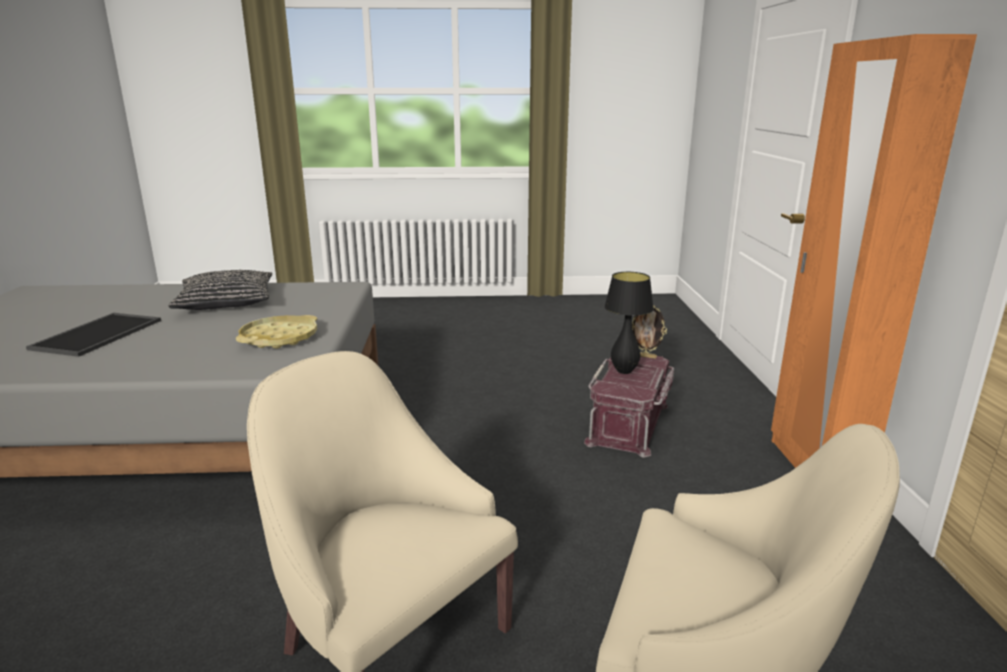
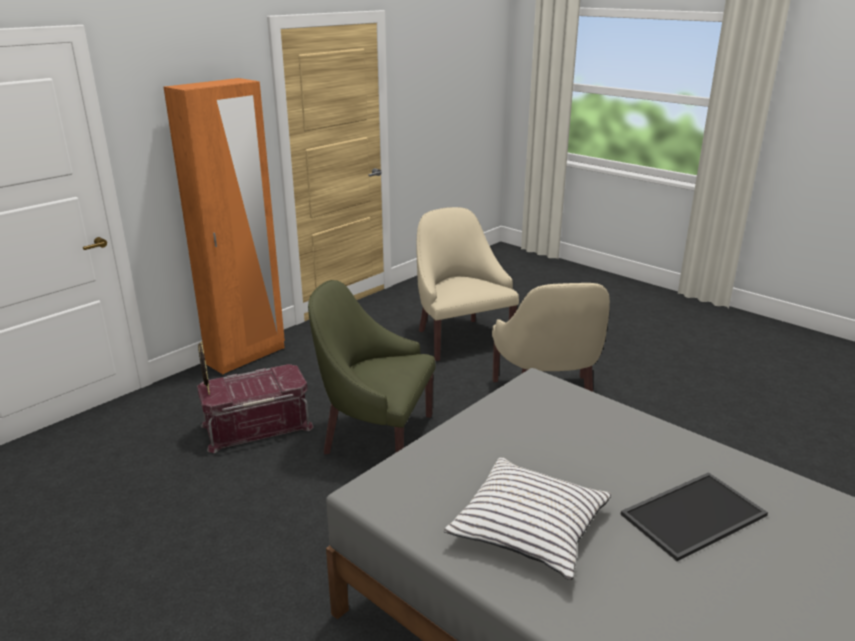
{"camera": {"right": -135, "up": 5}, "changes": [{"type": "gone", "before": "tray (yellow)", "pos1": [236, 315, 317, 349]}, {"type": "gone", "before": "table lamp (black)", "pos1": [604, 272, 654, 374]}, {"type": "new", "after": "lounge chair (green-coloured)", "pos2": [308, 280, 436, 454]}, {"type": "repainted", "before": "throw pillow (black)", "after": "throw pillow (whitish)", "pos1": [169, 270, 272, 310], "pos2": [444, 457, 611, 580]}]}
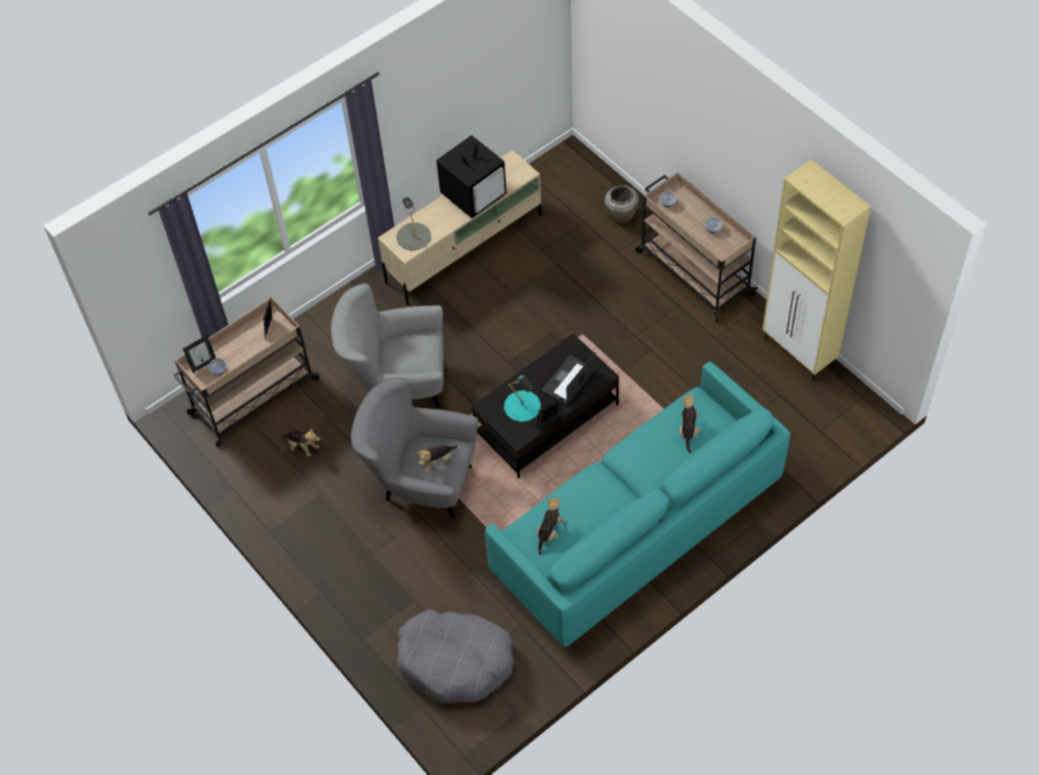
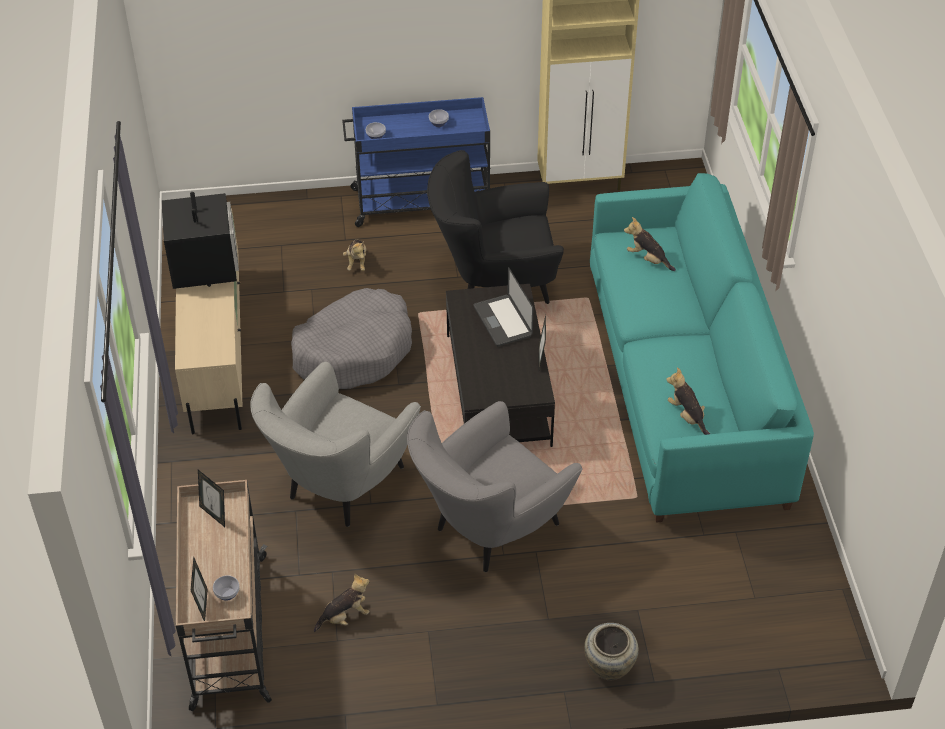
{"camera": {"right": -60, "up": -10}, "changes": [{"type": "gone", "before": "table lamp (greyish)", "pos1": [396, 197, 431, 251]}, {"type": "gone", "before": "table lamp (turquoise)", "pos1": [504, 375, 541, 422]}, {"type": "new", "after": "lounge chair (black)", "pos2": [427, 150, 564, 304]}, {"type": "shifted", "before": "dog bed (greyish)", "pos1": [397, 609, 514, 703], "pos2": [291, 288, 412, 389]}, {"type": "shifted", "before": "plush toy", "pos1": [417, 445, 457, 473], "pos2": [343, 240, 366, 271]}, {"type": "shifted", "before": "flower vase (sand-coloured)", "pos1": [605, 185, 639, 223], "pos2": [584, 623, 639, 680]}, {"type": "repainted", "before": "wheeled cart (sand-coloured)", "after": "wheeled cart (bluish)", "pos1": [635, 172, 758, 322], "pos2": [342, 97, 491, 227]}]}
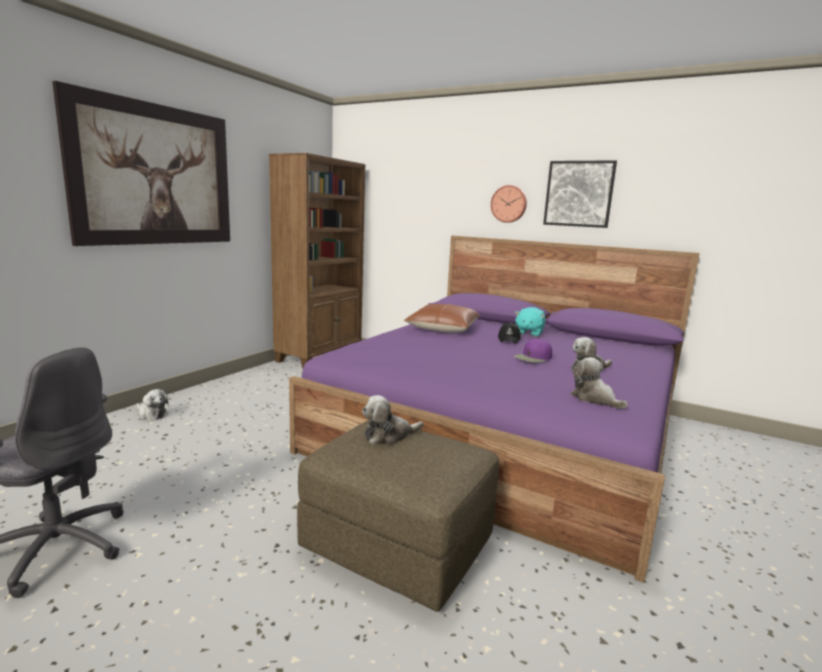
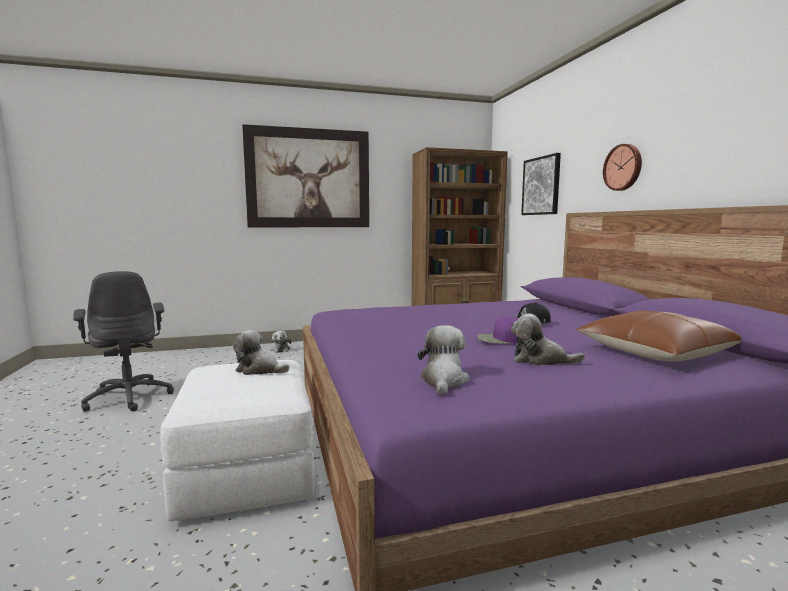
{"camera": {"right": 45, "up": -5}, "changes": [{"type": "gone", "before": "plush toy (turquoise)", "pos1": [515, 307, 545, 337]}, {"type": "shifted", "before": "throw pillow (brown)", "pos1": [404, 304, 480, 333], "pos2": [576, 311, 741, 361]}, {"type": "shifted", "before": "picture", "pos1": [543, 160, 617, 228], "pos2": [521, 153, 561, 215]}, {"type": "repainted", "before": "pouffe (brown)", "after": "pouffe (whitish)", "pos1": [297, 420, 499, 612], "pos2": [160, 360, 314, 521]}]}
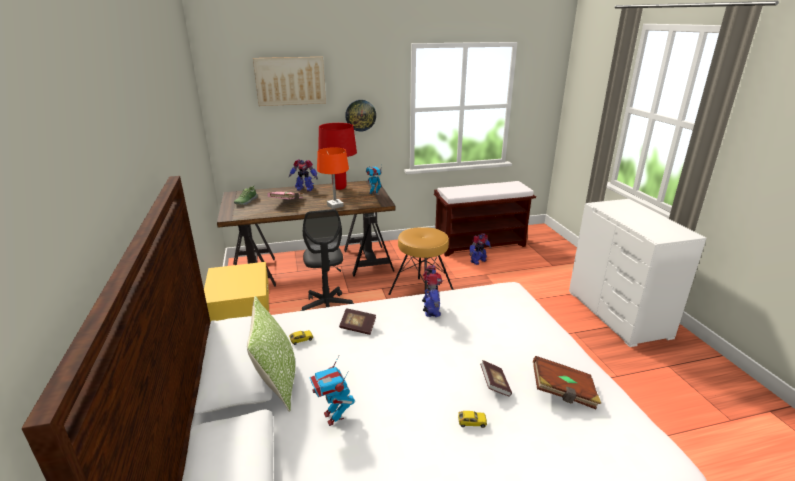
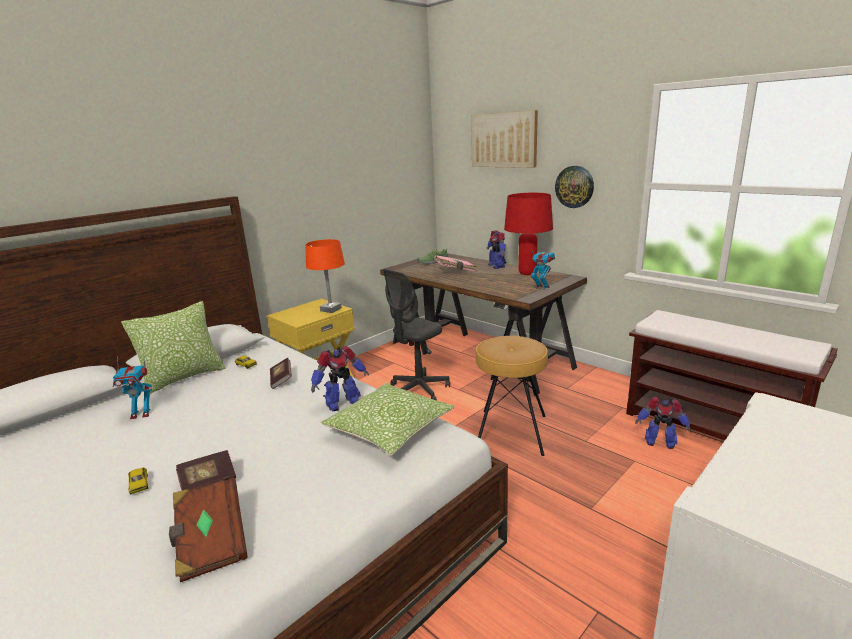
{"camera": {"right": 60, "up": -5}, "changes": [{"type": "new", "after": "throw pillow", "pos2": [321, 383, 455, 456]}, {"type": "shifted", "before": "table lamp (orangey)", "pos1": [317, 147, 349, 209], "pos2": [305, 239, 345, 313]}, {"type": "rotated", "before": "toy robot", "pos1": [309, 356, 355, 426], "pos2": [113, 353, 152, 419], "turn": -135}]}
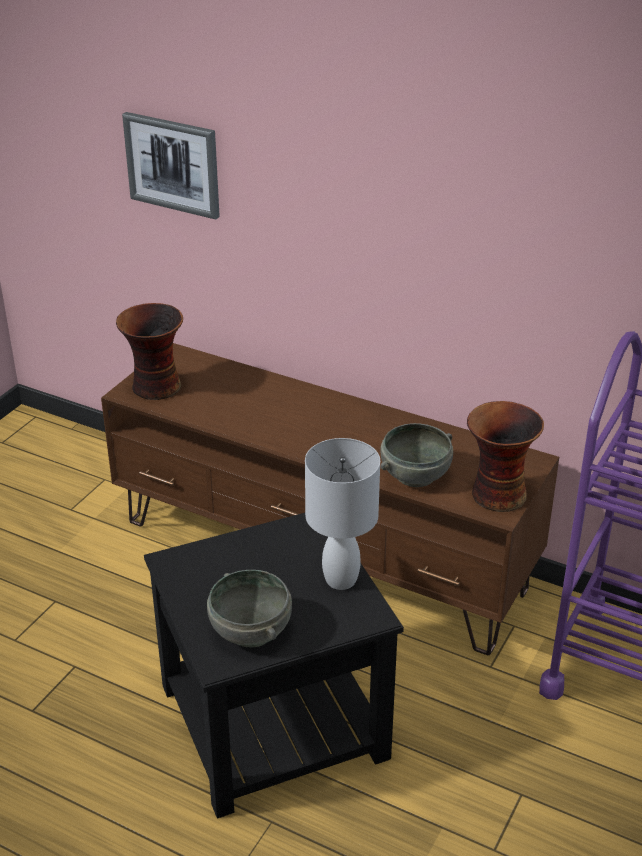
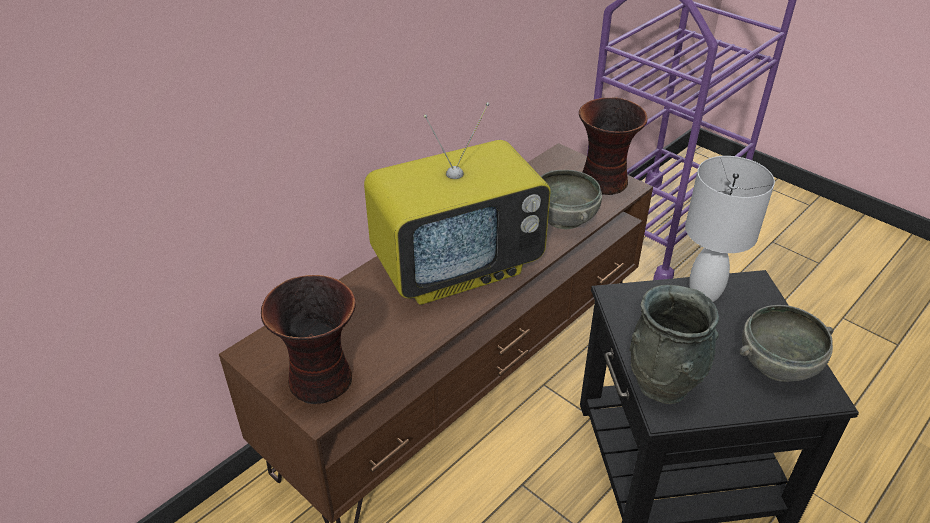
{"camera": {"right": -75, "up": 5}, "changes": [{"type": "gone", "before": "picture", "pos1": [122, 112, 220, 220]}, {"type": "new", "after": "television", "pos2": [364, 102, 551, 305]}, {"type": "new", "after": "flower vase (greyish)", "pos2": [629, 285, 719, 404]}]}
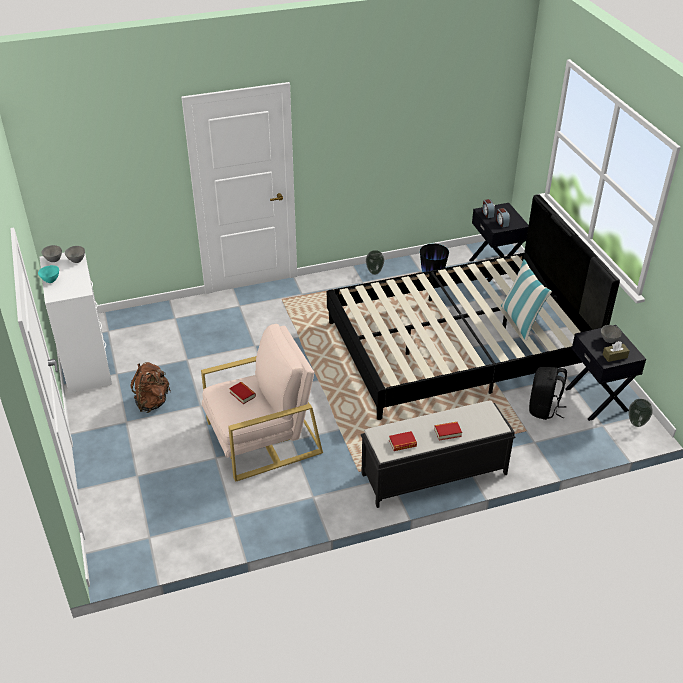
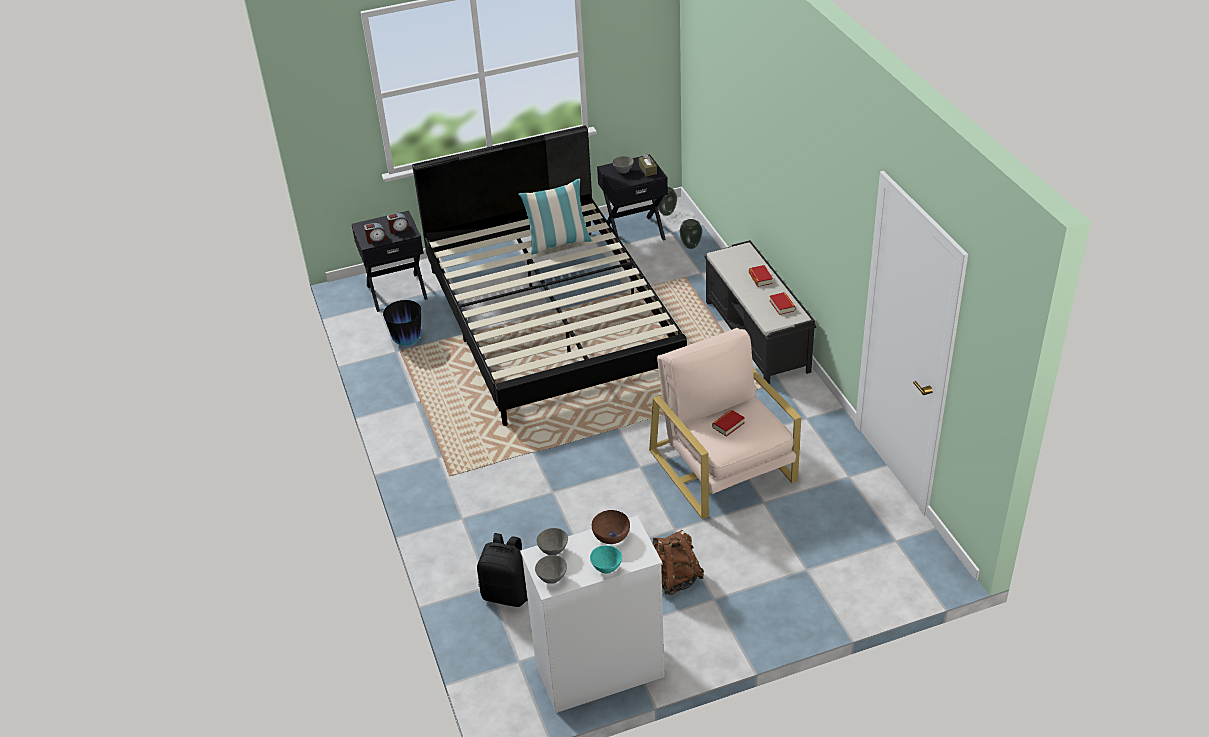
{"camera": {"right": -90, "up": 0}, "changes": [{"type": "new", "after": "serving bowl (brown)", "pos2": [592, 510, 630, 544]}, {"type": "shifted", "before": "flower vase", "pos1": [366, 250, 384, 275], "pos2": [679, 219, 703, 249]}, {"type": "shifted", "before": "rucksack (black)", "pos1": [529, 367, 567, 420], "pos2": [477, 533, 528, 607]}]}
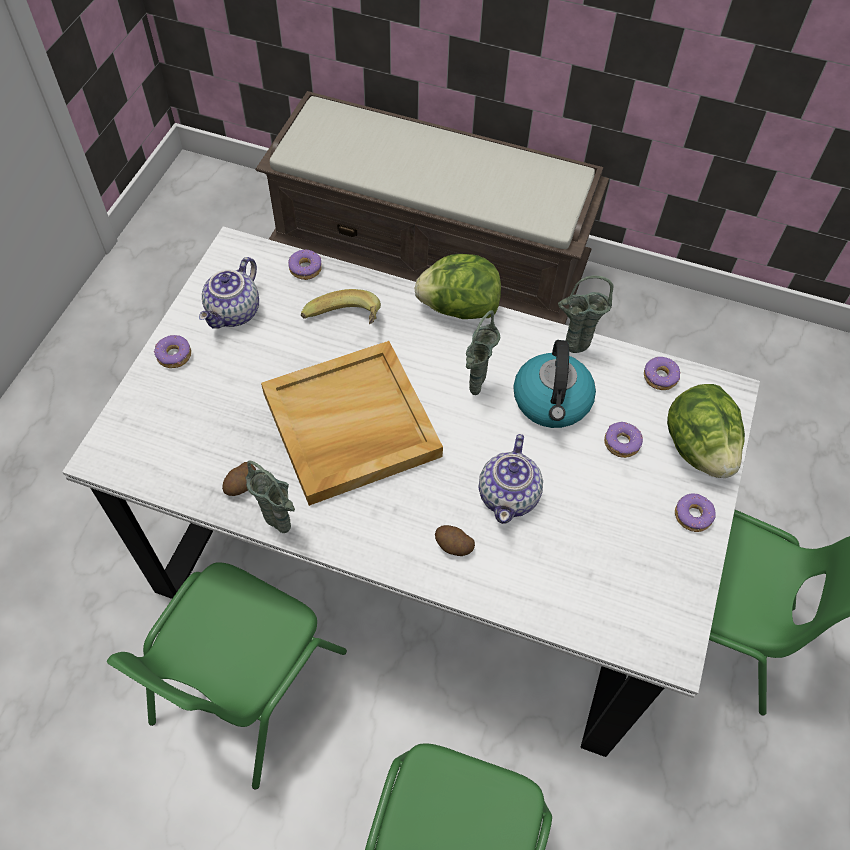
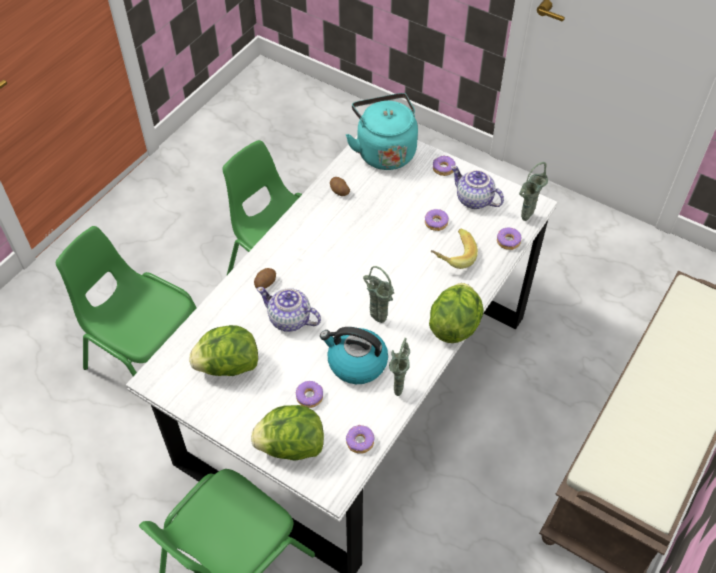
{"camera": {"right": 105, "up": -5}, "changes": [{"type": "gone", "before": "tray (sand-coloured)", "pos1": [261, 341, 443, 506]}, {"type": "new", "after": "head of lettuce", "pos2": [189, 325, 258, 376]}, {"type": "new", "after": "tea kettle (turquoise)", "pos2": [346, 93, 418, 170]}, {"type": "shifted", "before": "flower vase (green-coloured)", "pos1": [245, 460, 295, 533], "pos2": [519, 162, 548, 221]}, {"type": "shifted", "before": "donut", "pos1": [675, 493, 716, 532], "pos2": [425, 209, 449, 231]}]}
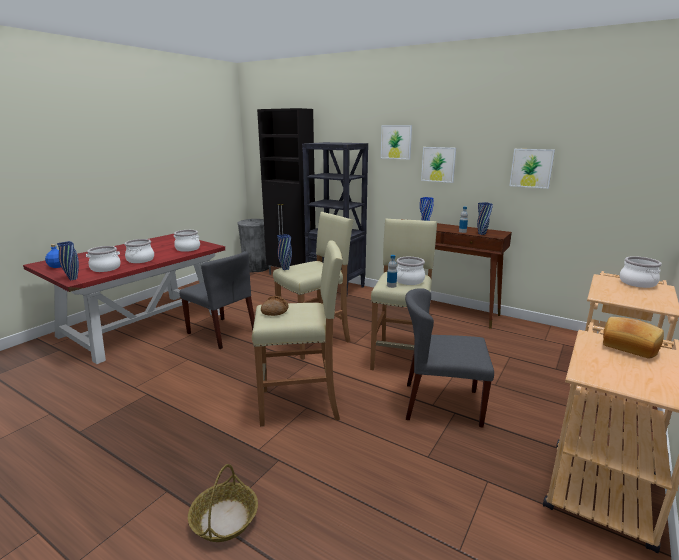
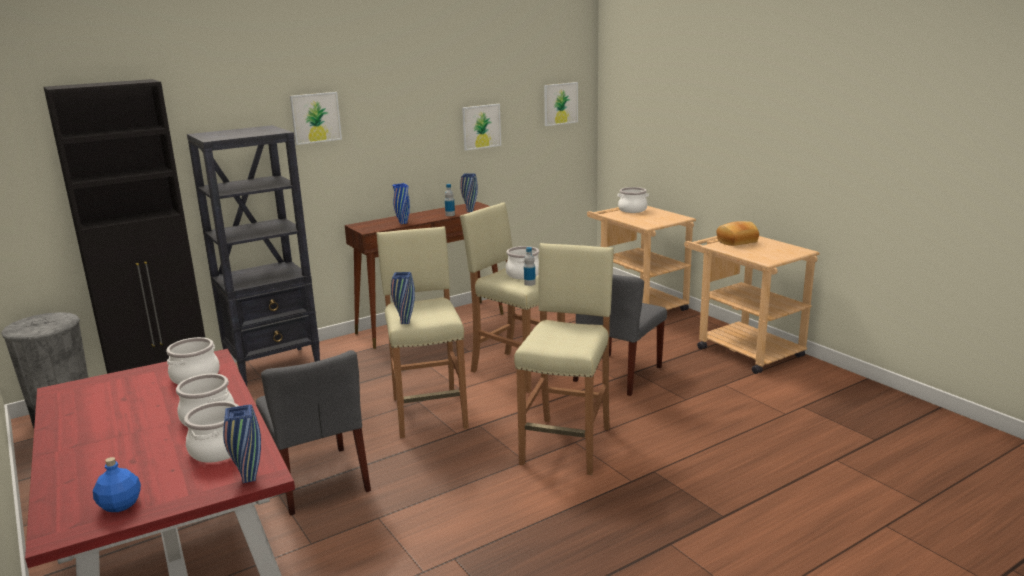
{"camera": {"right": -65, "up": 0}, "changes": [{"type": "gone", "before": "household basket", "pos1": [188, 464, 258, 542]}, {"type": "gone", "before": "bakery bread", "pos1": [261, 296, 289, 316]}, {"type": "shifted", "before": "picture", "pos1": [421, 147, 456, 183], "pos2": [544, 82, 578, 126]}, {"type": "rotated", "before": "plain chair (greyish)", "pos1": [180, 251, 255, 349], "pos2": [256, 350, 371, 516], "turn": 90}]}
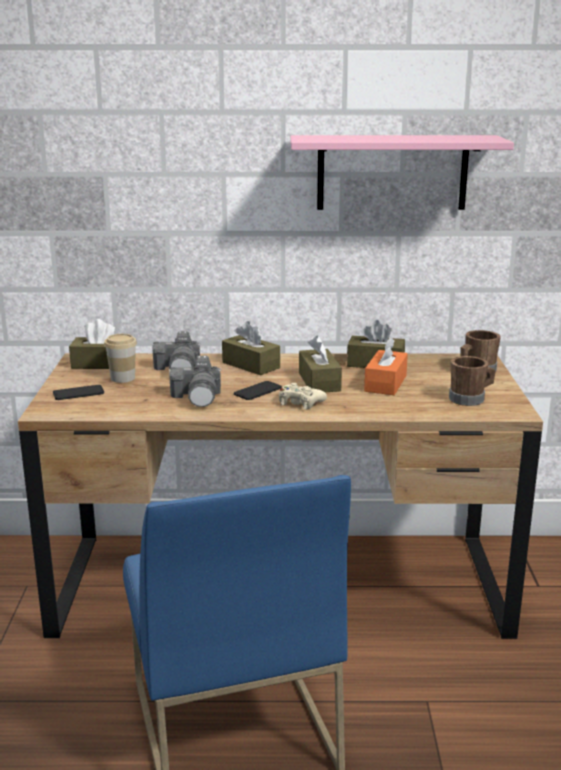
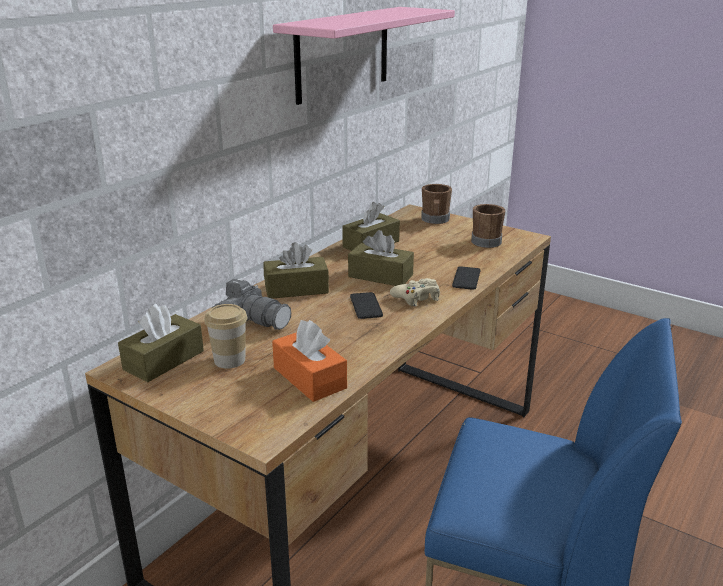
{"camera": {"right": -55, "up": 5}, "changes": [{"type": "gone", "before": "still camera", "pos1": [169, 356, 222, 407]}, {"type": "shifted", "before": "phone", "pos1": [53, 385, 104, 400], "pos2": [452, 266, 480, 290]}, {"type": "shifted", "before": "tissue box (orangey)", "pos1": [364, 337, 408, 395], "pos2": [272, 320, 347, 402]}]}
